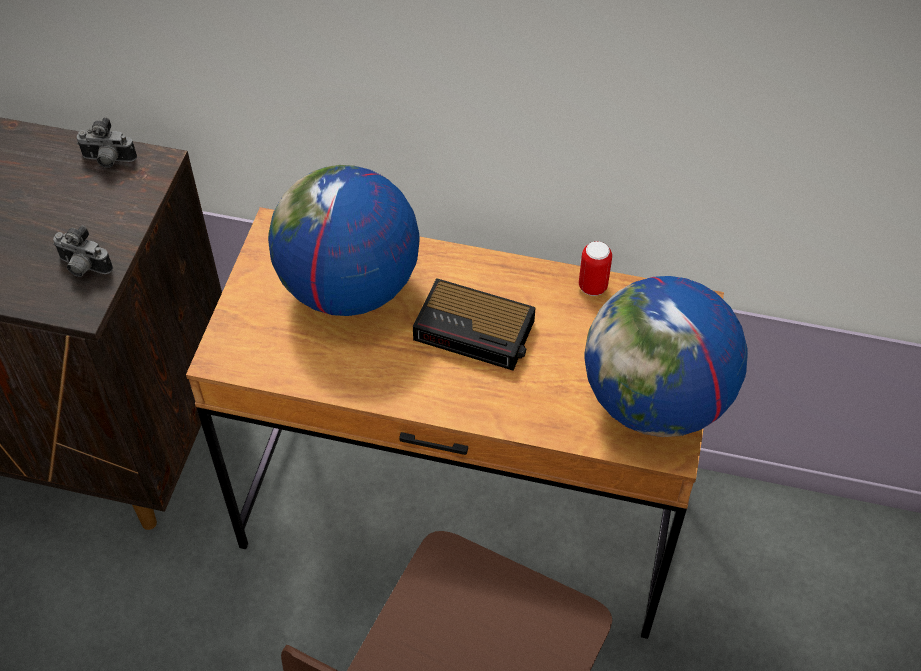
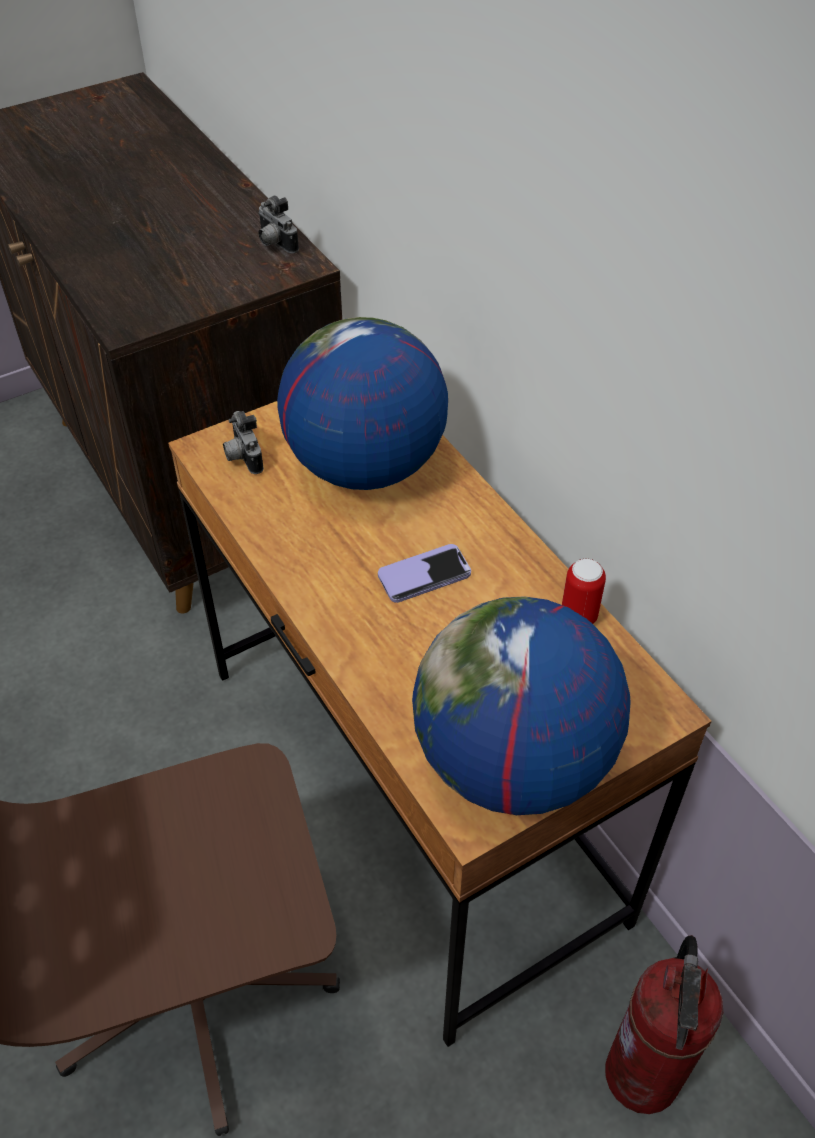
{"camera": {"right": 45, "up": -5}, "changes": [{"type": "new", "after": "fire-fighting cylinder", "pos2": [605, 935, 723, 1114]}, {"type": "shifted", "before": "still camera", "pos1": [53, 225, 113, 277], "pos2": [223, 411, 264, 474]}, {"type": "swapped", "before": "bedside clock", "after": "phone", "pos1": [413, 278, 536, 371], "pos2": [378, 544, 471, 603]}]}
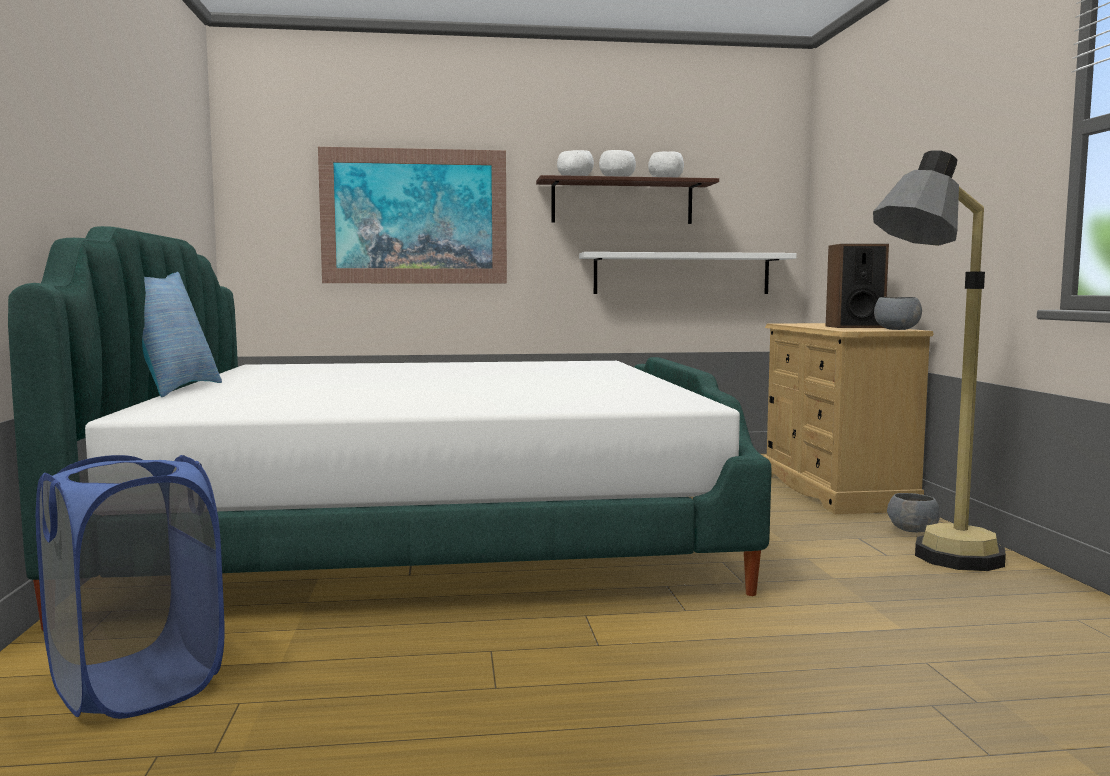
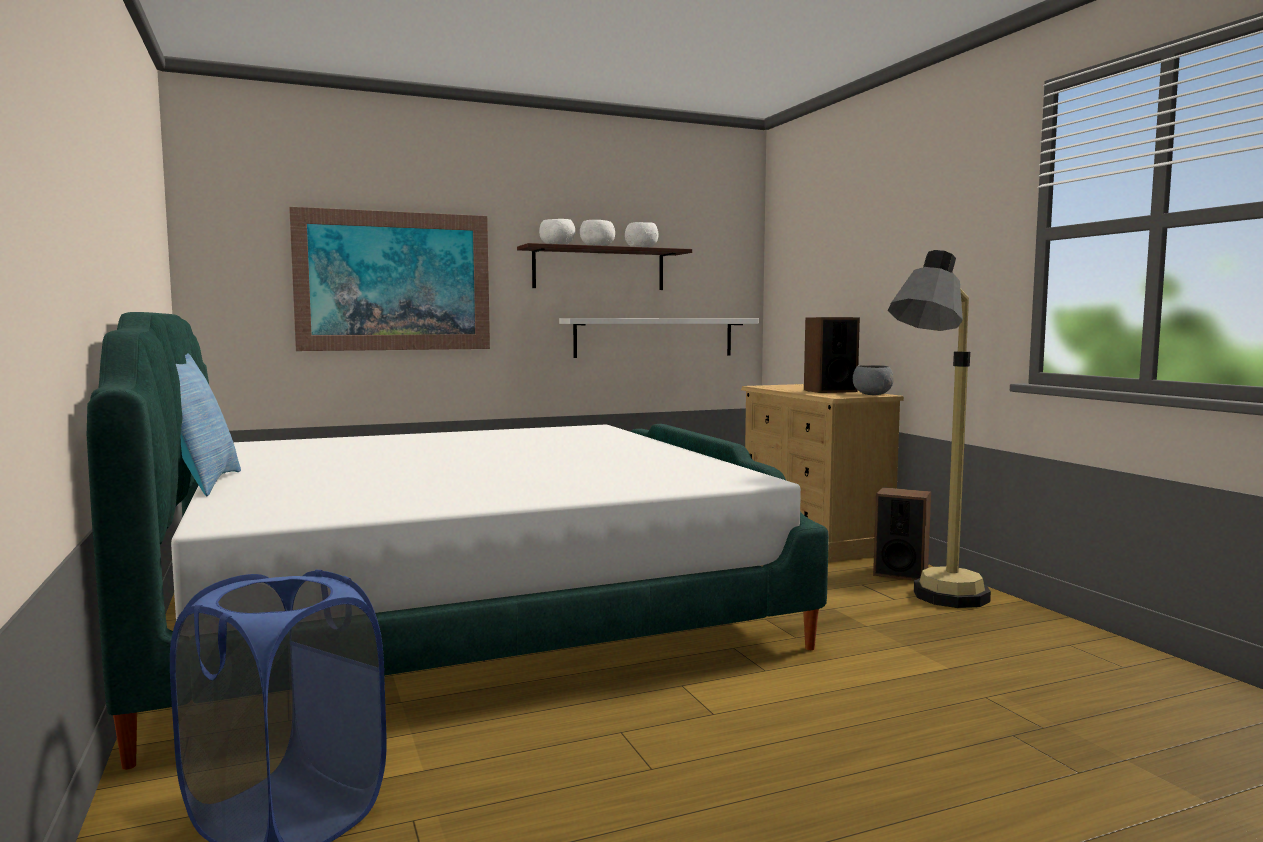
{"camera": {"right": -15, "up": 0}, "changes": [{"type": "swapped", "before": "serving bowl (greyish)", "after": "loudspeaker", "pos1": [887, 493, 940, 532], "pos2": [873, 487, 931, 581]}]}
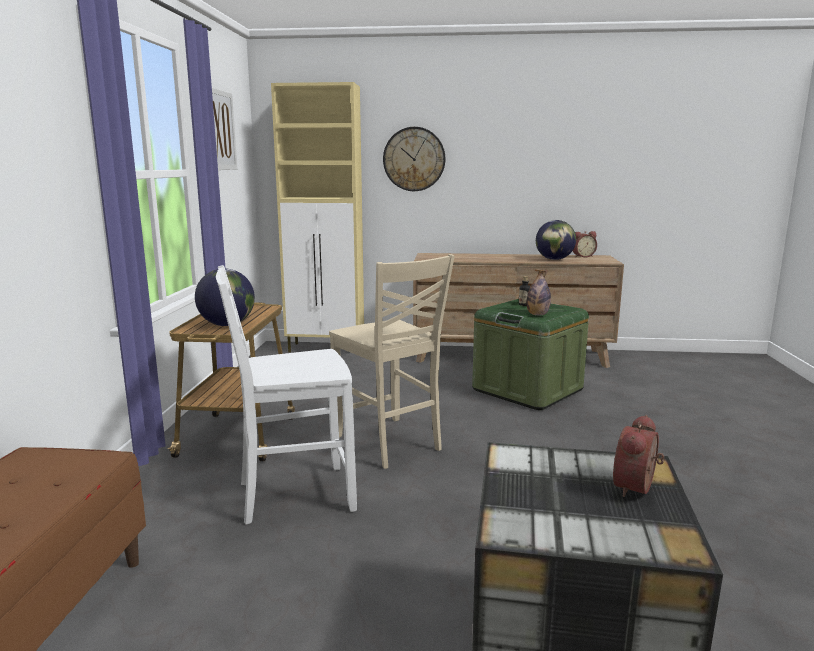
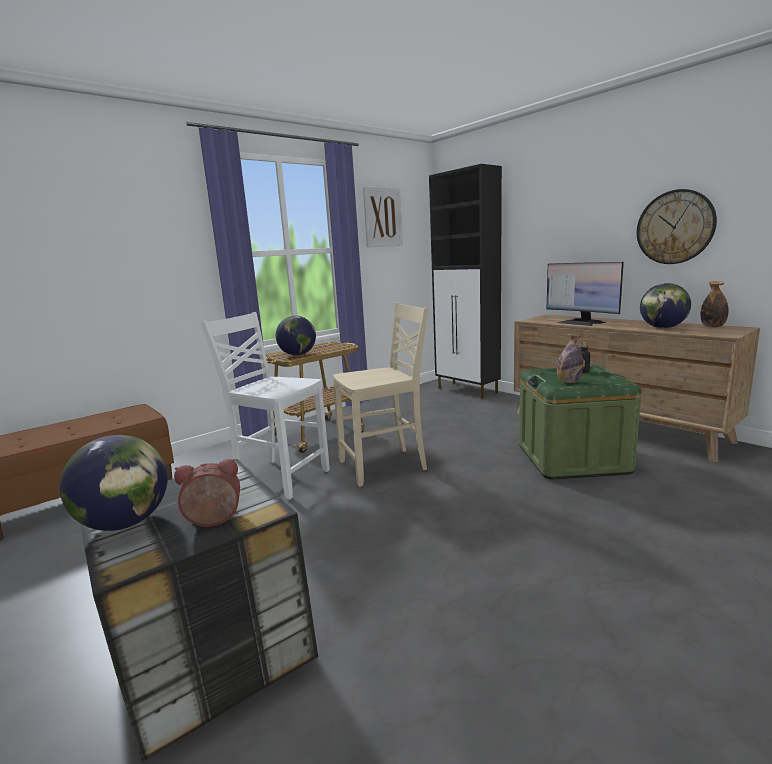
{"camera": {"right": 45, "up": 0}, "changes": [{"type": "new", "after": "globe", "pos2": [60, 435, 168, 531]}, {"type": "new", "after": "computer screen", "pos2": [547, 262, 624, 326]}, {"type": "shifted", "before": "clock on the wall", "pos1": [383, 127, 445, 191], "pos2": [637, 189, 717, 264]}, {"type": "swapped", "before": "bedside clock", "after": "beverage bottle", "pos1": [573, 231, 597, 257], "pos2": [700, 281, 728, 328]}, {"type": "repainted", "before": "cabinet (sand-coloured)", "after": "cabinet (black)", "pos1": [271, 82, 364, 352], "pos2": [429, 164, 502, 399]}, {"type": "rotated", "before": "plain chair (sand-coloured)", "pos1": [329, 254, 455, 469], "pos2": [333, 303, 428, 487], "turn": -120}]}
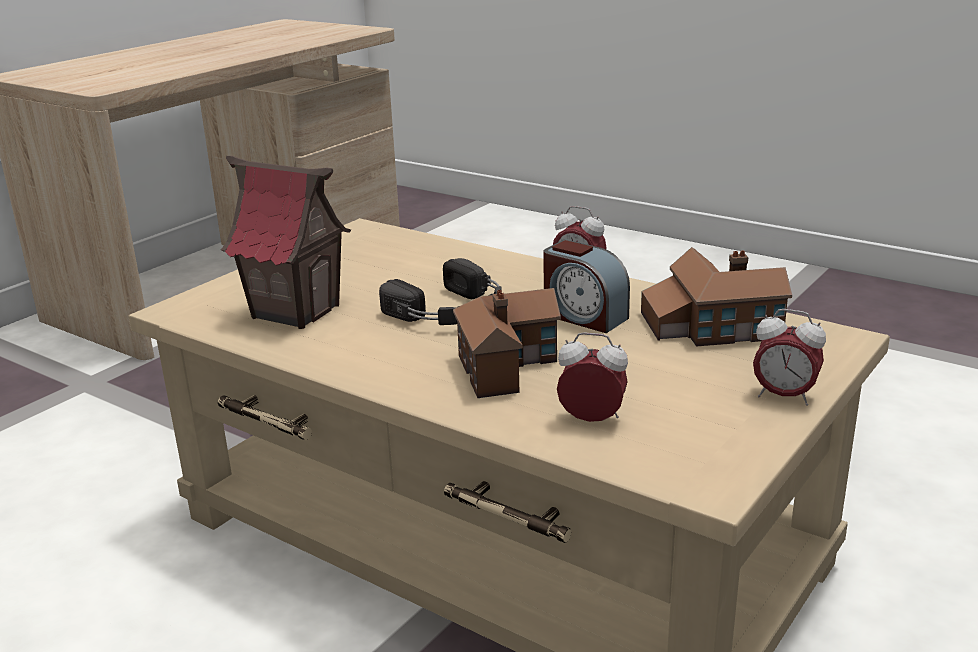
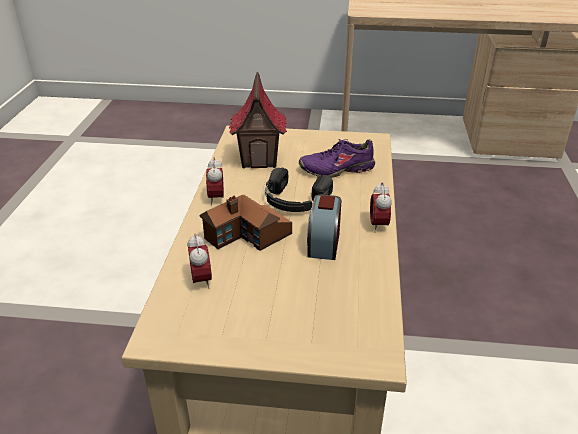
{"camera": {"right": 60, "up": 10}, "changes": [{"type": "gone", "before": "toy house", "pos1": [641, 247, 792, 347]}, {"type": "new", "after": "shoe (purple-coloured)", "pos2": [299, 139, 375, 178]}, {"type": "shifted", "before": "bedside clock", "pos1": [753, 309, 826, 406], "pos2": [206, 157, 224, 205]}]}
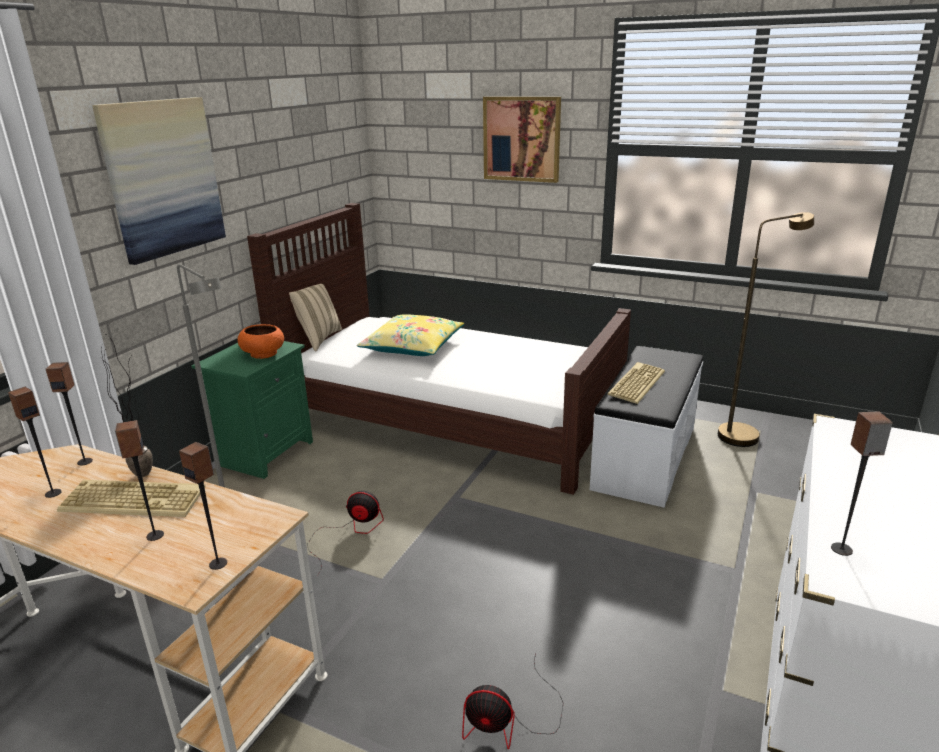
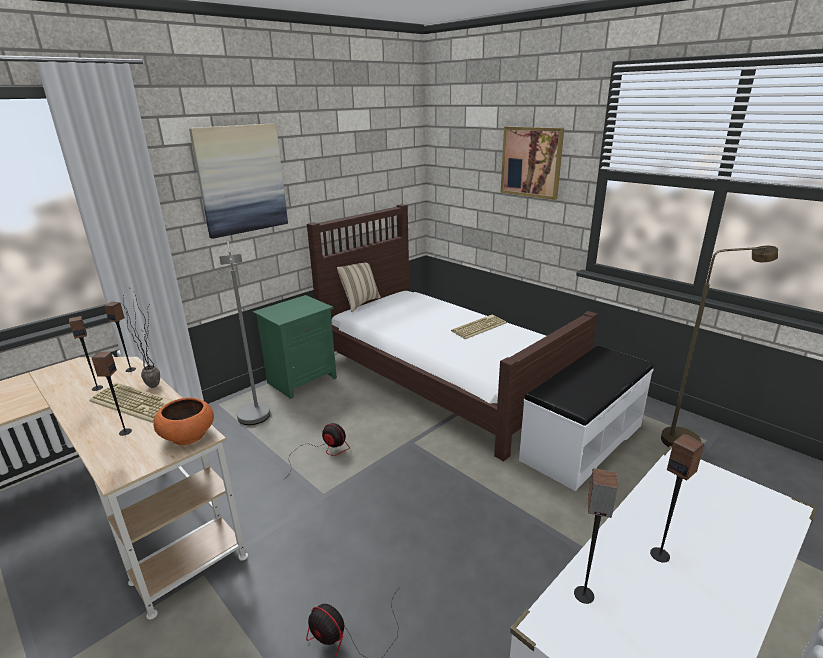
{"camera": {"right": 20, "up": 0}, "changes": [{"type": "gone", "before": "throw pillow (yellow)", "pos1": [357, 314, 464, 356]}, {"type": "shifted", "before": "loudspeaker", "pos1": [179, 442, 227, 570], "pos2": [650, 434, 705, 563]}, {"type": "shifted", "before": "serving bowl (orangey)", "pos1": [237, 324, 284, 359], "pos2": [153, 397, 214, 445]}, {"type": "shifted", "before": "PC keyboard", "pos1": [608, 362, 665, 404], "pos2": [451, 315, 507, 339]}]}
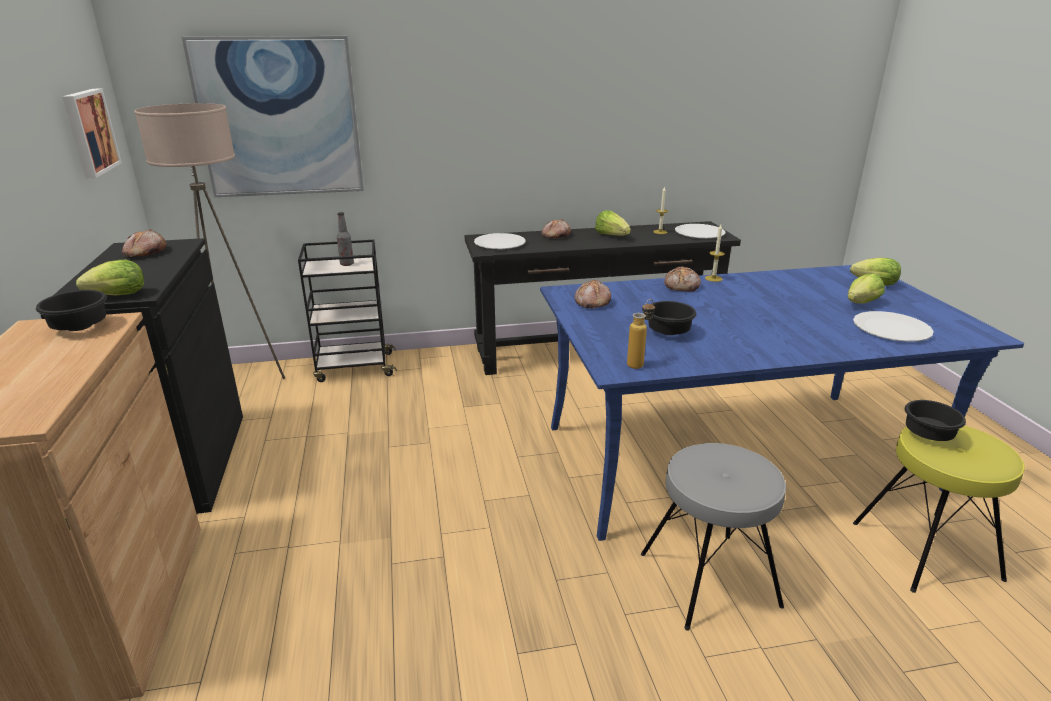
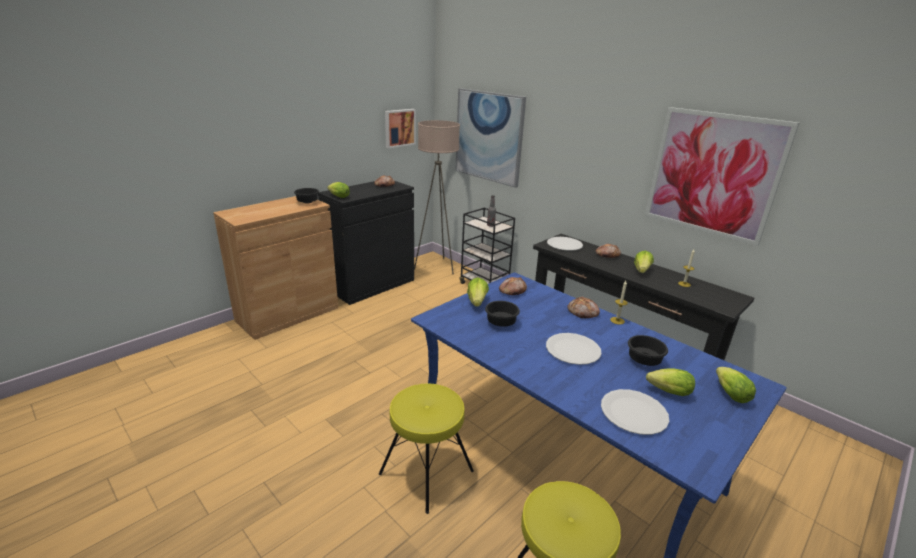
{"camera": {"right": 55, "up": 0}, "changes": [{"type": "gone", "before": "beverage bottle", "pos1": [627, 299, 655, 369]}, {"type": "new", "after": "head of lettuce", "pos2": [467, 277, 489, 307]}, {"type": "new", "after": "picture", "pos2": [645, 107, 799, 246]}, {"type": "shifted", "before": "flat dish (whitish)", "pos1": [675, 224, 726, 238], "pos2": [546, 333, 602, 365]}, {"type": "shifted", "before": "serving bowl (black)", "pos1": [905, 400, 966, 441], "pos2": [628, 335, 668, 366]}, {"type": "repainted", "before": "stool seat (greyish)", "after": "stool seat (yellow)", "pos1": [641, 443, 786, 631], "pos2": [379, 384, 474, 514]}]}
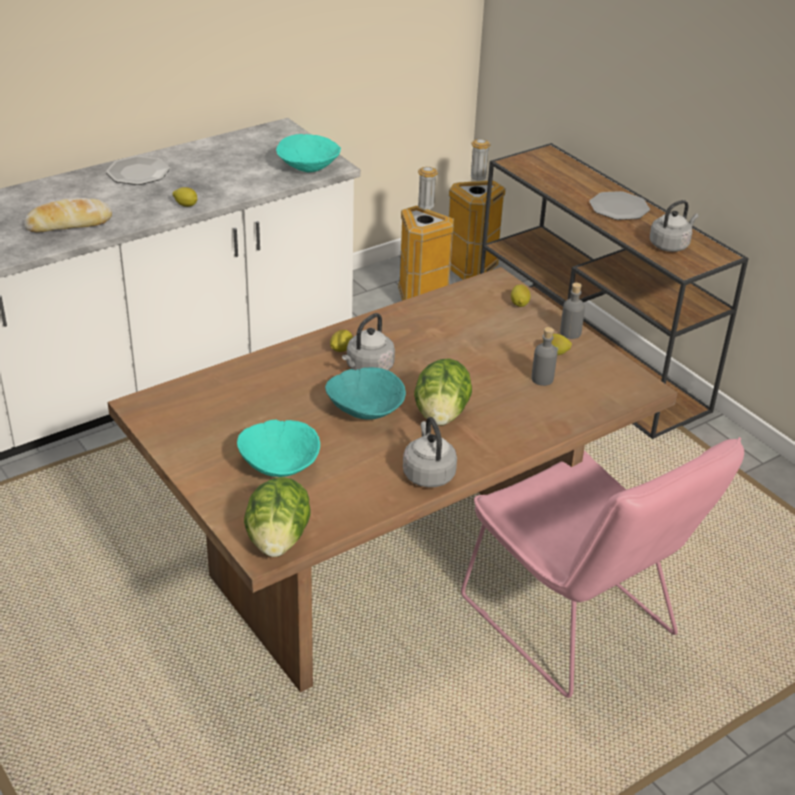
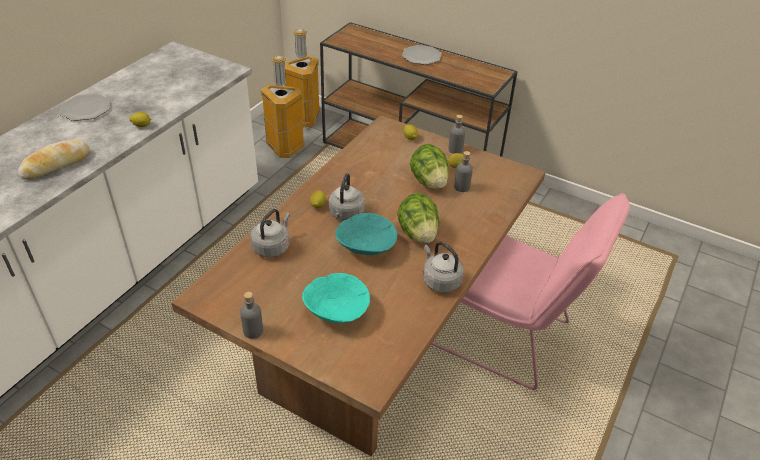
{"camera": {"right": -25, "up": 5}, "changes": [{"type": "gone", "before": "serving bowl (turquoise)", "pos1": [276, 134, 341, 172]}, {"type": "new", "after": "beverage bottle (greyish)", "pos2": [240, 292, 263, 339]}, {"type": "shifted", "before": "head of lettuce", "pos1": [244, 477, 310, 557], "pos2": [410, 144, 449, 189]}, {"type": "shifted", "before": "tea kettle (greyish)", "pos1": [650, 200, 699, 252], "pos2": [250, 209, 290, 257]}]}
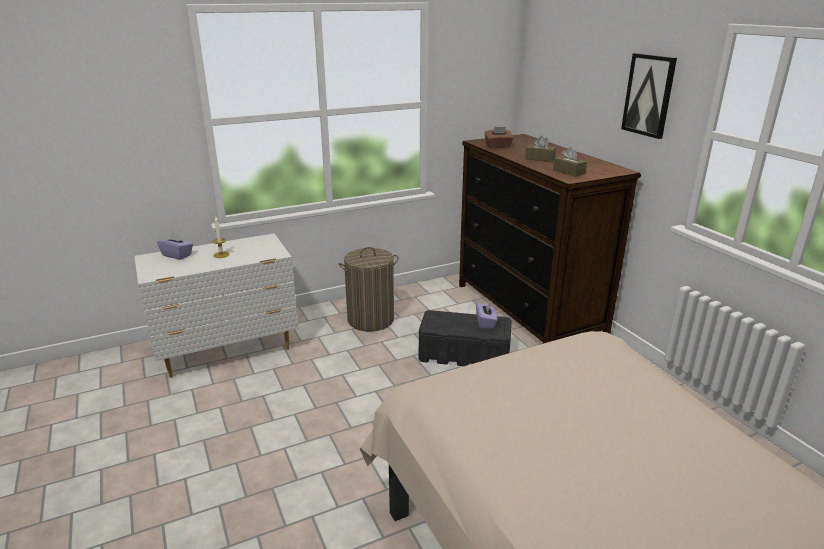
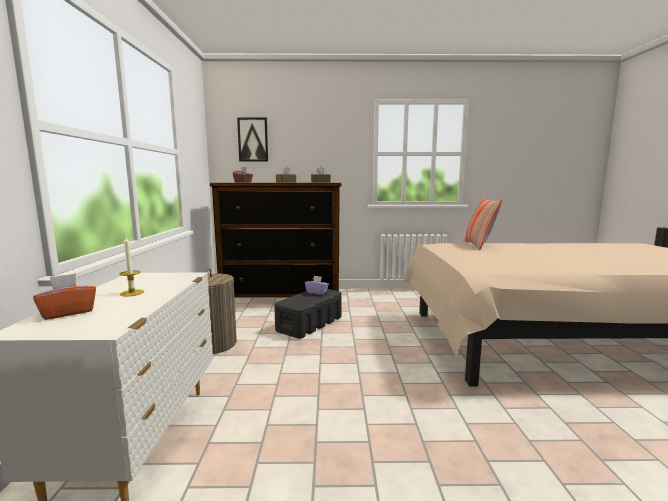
{"camera": {"right": -65, "up": -15}, "changes": [{"type": "new", "after": "throw pillow", "pos2": [464, 197, 502, 250]}, {"type": "shifted", "before": "picture", "pos1": [621, 53, 677, 139], "pos2": [237, 117, 268, 162]}, {"type": "repainted", "before": "tissue box (purple-coloured)", "after": "tissue box (orangey)", "pos1": [157, 232, 193, 260], "pos2": [33, 273, 96, 320]}]}
